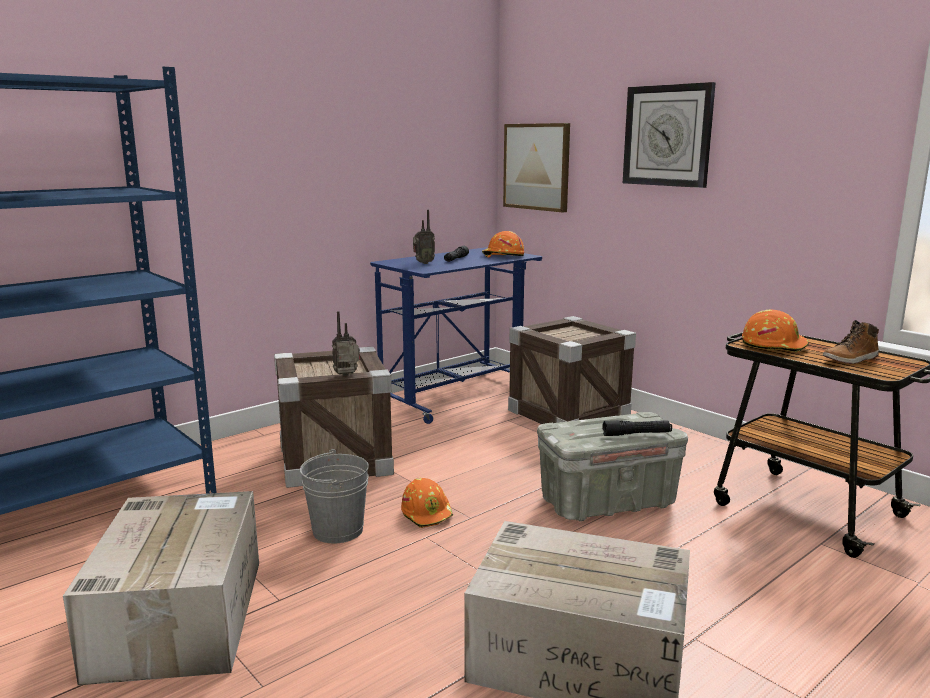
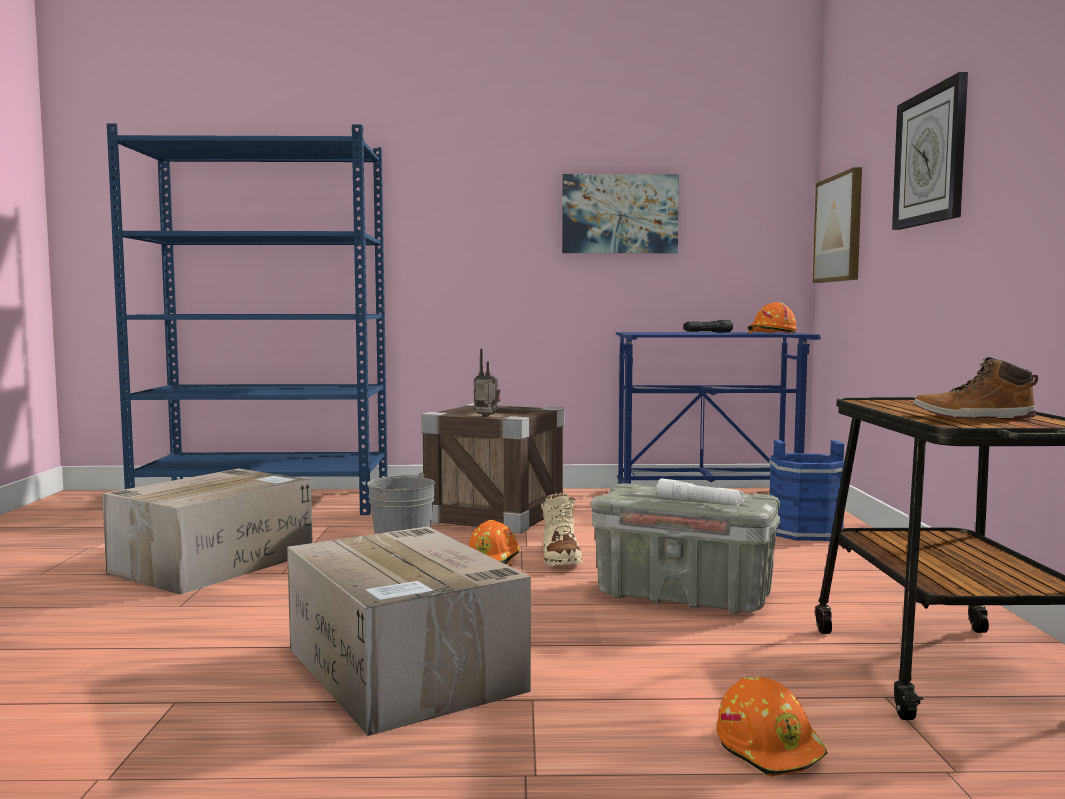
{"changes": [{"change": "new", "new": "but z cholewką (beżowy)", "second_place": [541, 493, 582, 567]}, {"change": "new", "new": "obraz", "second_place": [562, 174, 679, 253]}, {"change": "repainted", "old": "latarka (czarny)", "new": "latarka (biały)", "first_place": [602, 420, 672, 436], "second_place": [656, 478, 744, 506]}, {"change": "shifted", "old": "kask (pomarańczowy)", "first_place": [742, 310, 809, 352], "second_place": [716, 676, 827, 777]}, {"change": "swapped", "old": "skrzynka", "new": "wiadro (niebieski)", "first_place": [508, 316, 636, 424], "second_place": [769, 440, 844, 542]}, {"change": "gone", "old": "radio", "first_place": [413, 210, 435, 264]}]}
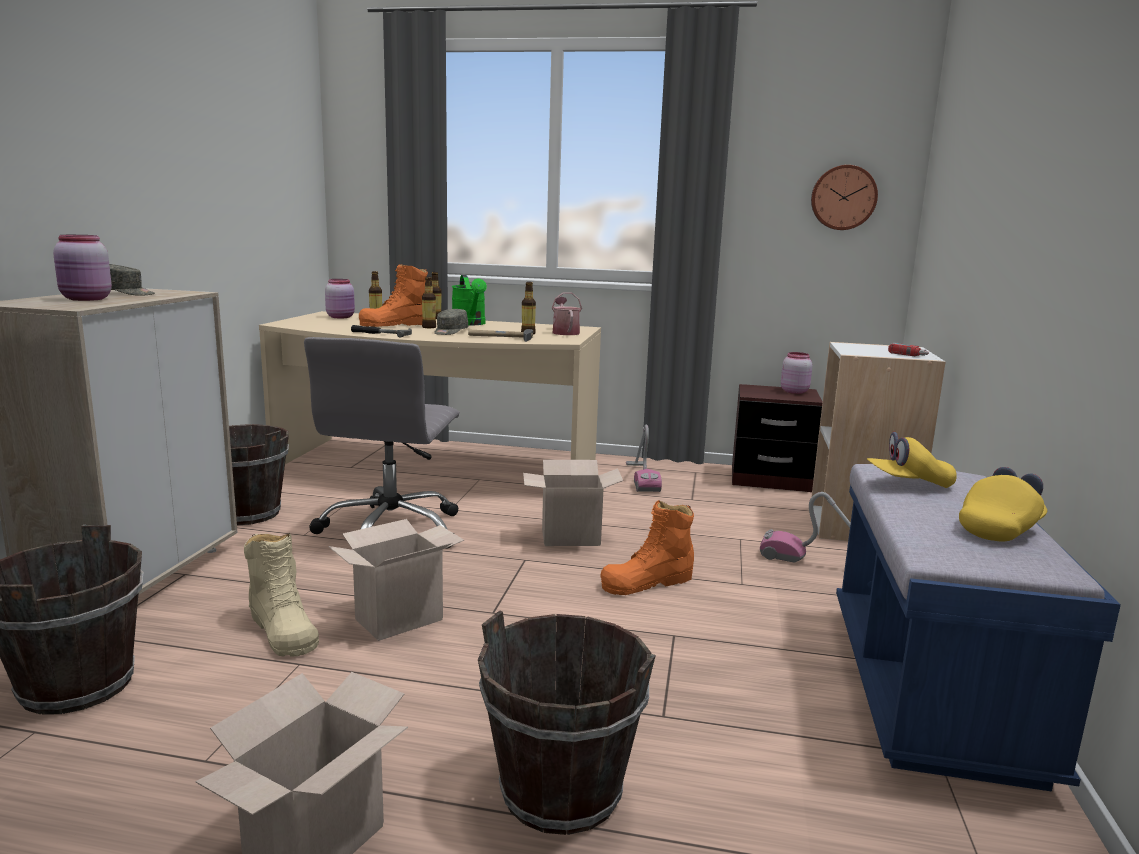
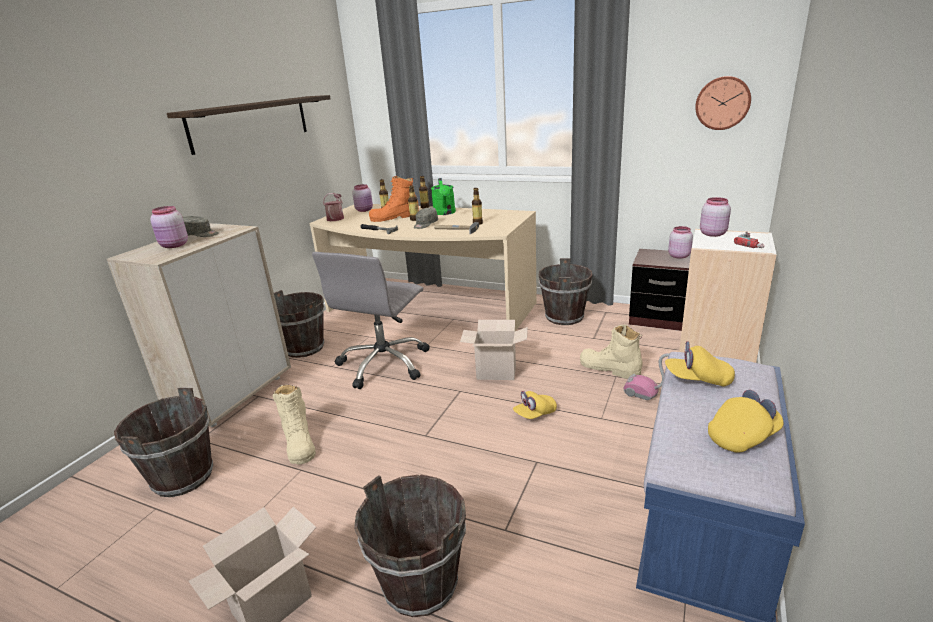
{"changes": [{"change": "new", "new": "półka", "second_place": [167, 95, 331, 155]}, {"change": "shifted", "old": "konewka", "first_place": [552, 292, 582, 335], "second_place": [323, 193, 344, 221]}, {"change": "swapped", "old": "but z cholewką (pomarańczowy)", "new": "czapka z daszkiem (żółty)", "first_place": [600, 500, 694, 595], "second_place": [513, 391, 557, 419]}, {"change": "swapped", "old": "odkurzacz", "new": "wiadro (brązowy)", "first_place": [626, 425, 662, 492], "second_place": [539, 258, 592, 325]}, {"change": "new", "new": "but z cholewką (beżowy)", "second_place": [580, 325, 643, 379]}, {"change": "new", "new": "słoik (różowy)", "second_place": [700, 197, 731, 237]}, {"change": "gone", "old": "karton", "first_place": [328, 519, 464, 641]}]}
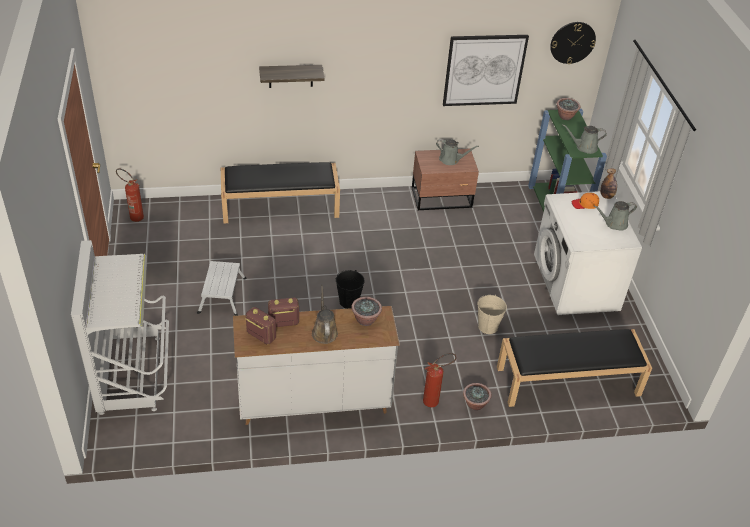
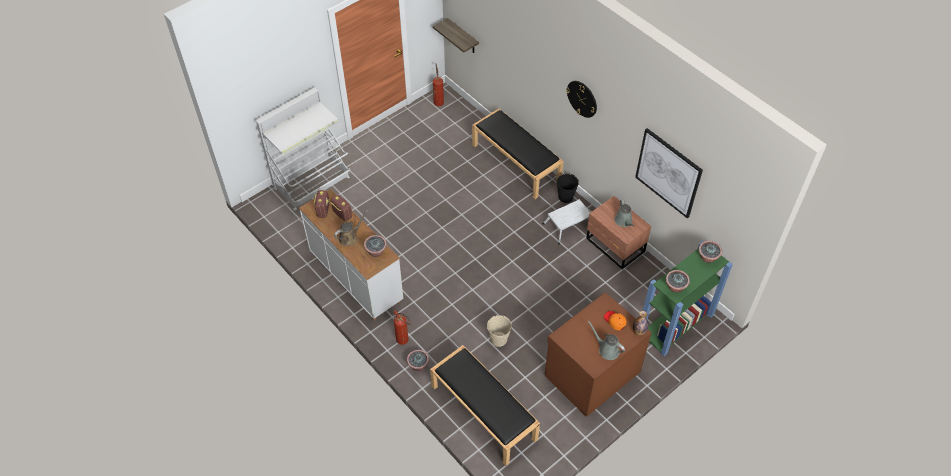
{"changes": [{"change": "shifted", "old": "półka", "first_place": [259, 65, 325, 88], "second_place": [433, 18, 479, 53]}, {"change": "shifted", "old": "drabinka (biały)", "first_place": [197, 261, 247, 316], "second_place": [542, 199, 590, 245]}, {"change": "repainted", "old": "pralka (biały)", "new": "pralka (brązowy)", "first_place": [534, 191, 642, 315], "second_place": [545, 292, 652, 417]}, {"change": "shifted", "old": "wiadro (czarny)", "first_place": [336, 270, 365, 309], "second_place": [557, 173, 579, 203]}, {"change": "shifted", "old": "zegar ścienny", "first_place": [550, 22, 596, 64], "second_place": [566, 81, 597, 118]}, {"change": "swapped", "old": "konewka (szary)", "new": "roślina doniczkowa", "first_place": [563, 124, 607, 154], "second_place": [666, 270, 690, 293]}]}
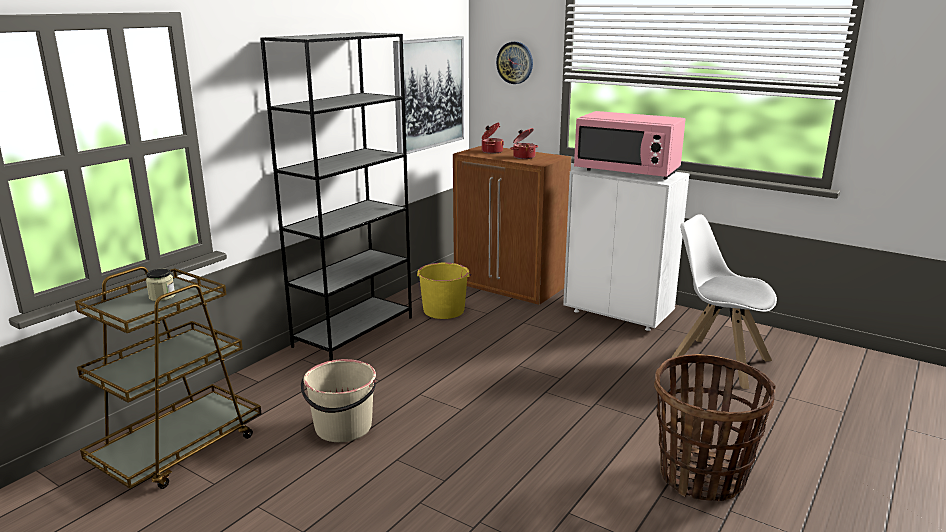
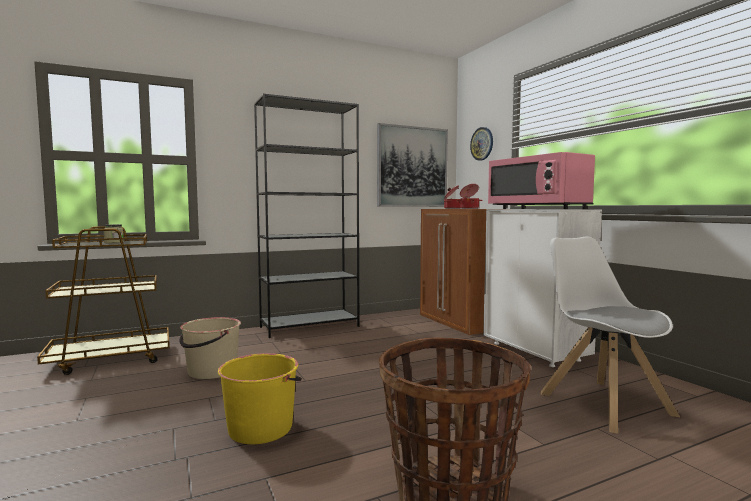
{"changes": [{"change": "shifted", "old": "wiadro (żółty)", "first_place": [416, 263, 471, 319], "second_place": [218, 353, 301, 444]}]}
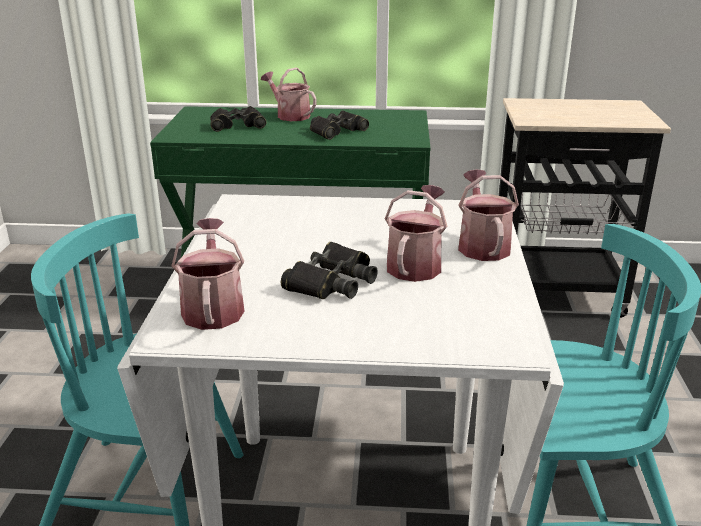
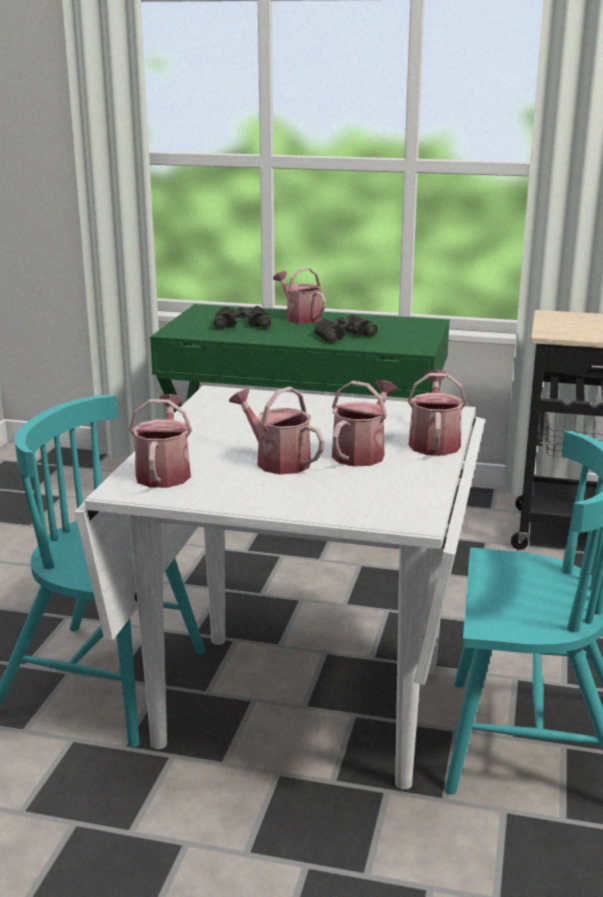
{"changes": [{"change": "swapped", "old": "lornetka (czarny)", "new": "konewka", "first_place": [281, 242, 378, 299], "second_place": [229, 386, 325, 475]}]}
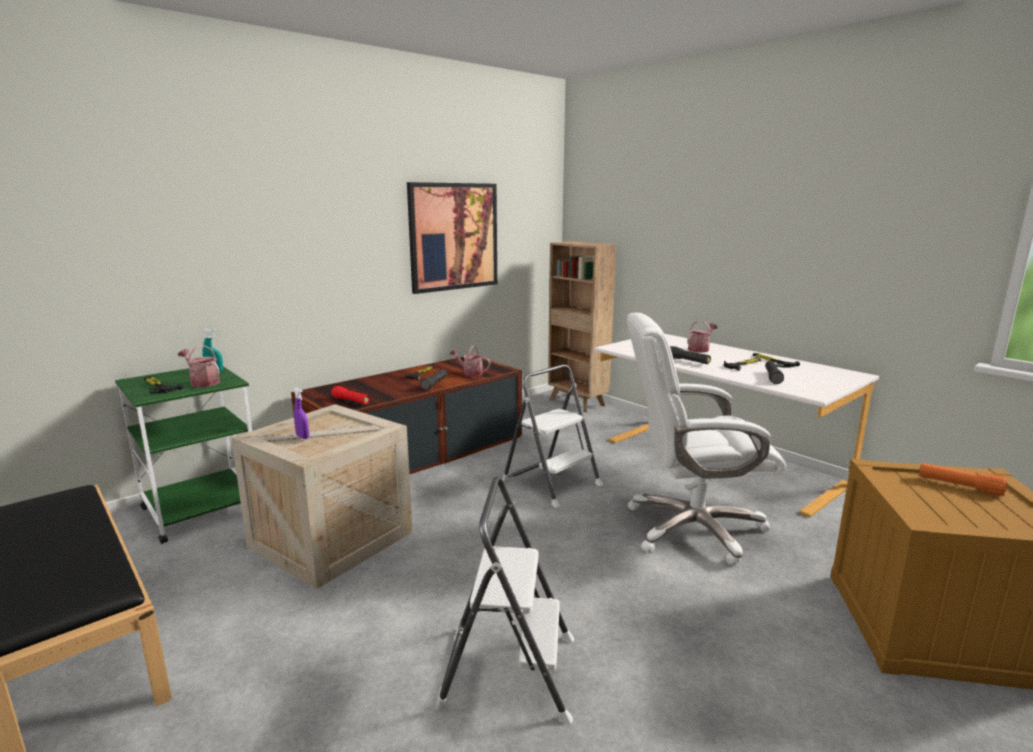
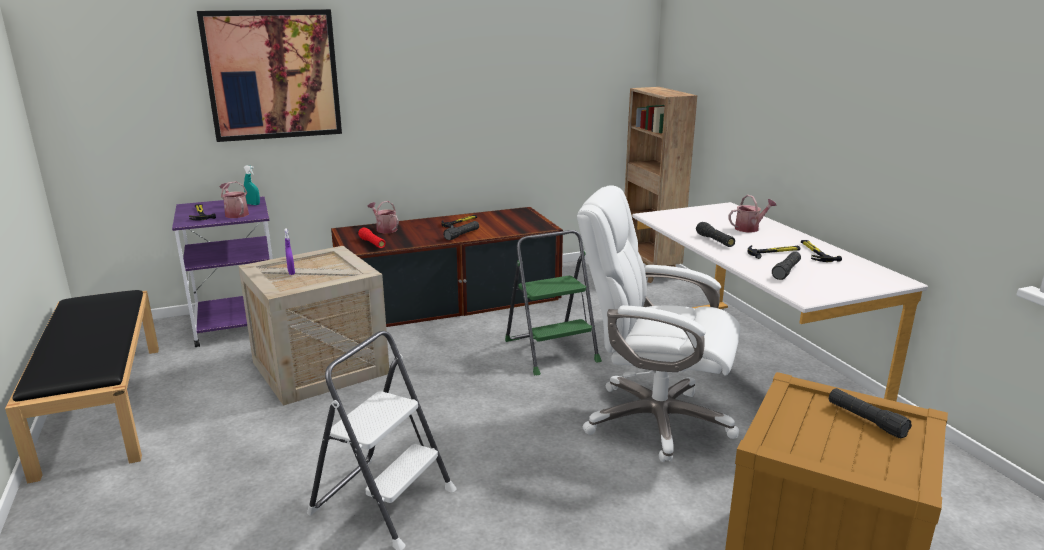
{"changes": [{"change": "repainted", "old": "wózek (zielony)", "new": "wózek (fioletowy)", "first_place": [115, 366, 252, 544], "second_place": [172, 196, 273, 347]}, {"change": "shifted", "old": "obraz", "first_place": [407, 182, 497, 294], "second_place": [197, 9, 342, 142]}, {"change": "shifted", "old": "konewka", "first_place": [450, 345, 490, 376], "second_place": [368, 201, 399, 233]}, {"change": "repainted", "old": "drabinka (biały)", "new": "drabinka (zielony)", "first_place": [502, 365, 603, 508], "second_place": [505, 230, 602, 375]}, {"change": "repainted", "old": "latarka (pomarańczowy)", "new": "latarka (czarny)", "first_place": [919, 463, 1008, 496], "second_place": [829, 388, 912, 438]}]}
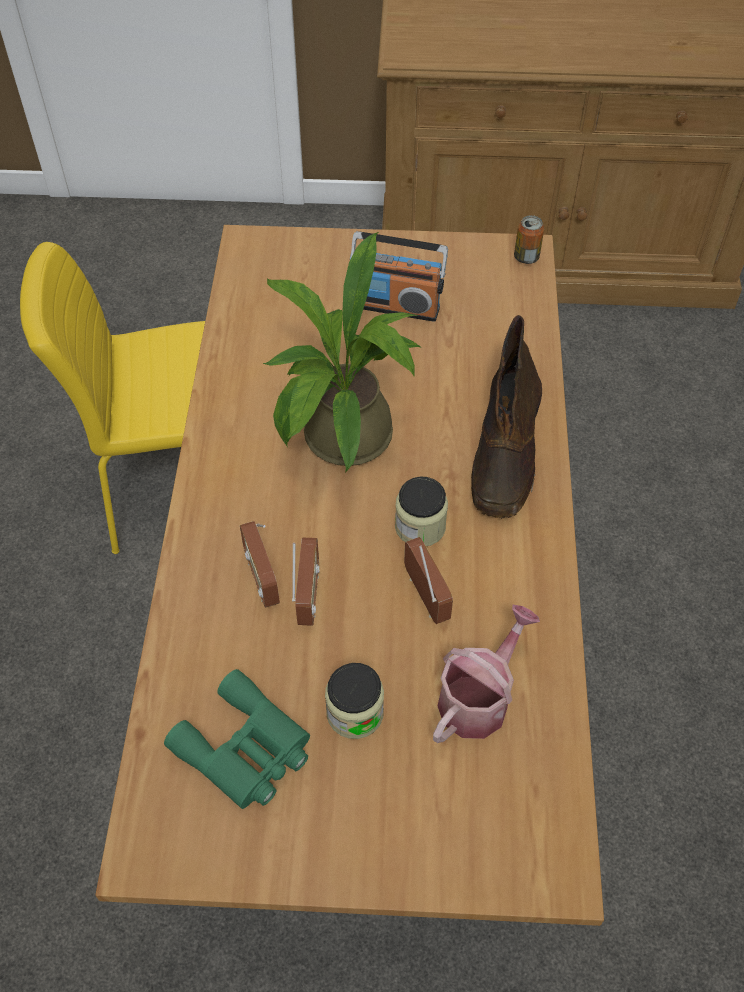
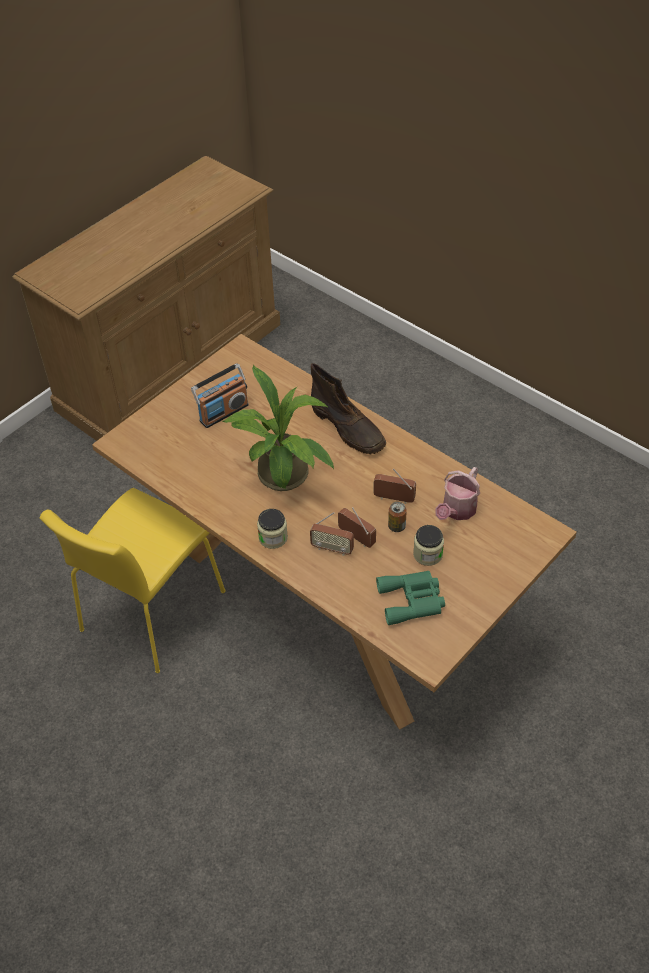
{"changes": [{"change": "shifted", "old": "słoik", "first_place": [395, 476, 448, 546], "second_place": [257, 509, 288, 549]}, {"change": "shifted", "old": "puszka", "first_place": [514, 215, 544, 264], "second_place": [388, 502, 407, 532]}, {"change": "rotated", "old": "konewka", "first_place": [433, 605, 540, 743], "second_place": [435, 467, 480, 520], "degrees": -135}]}
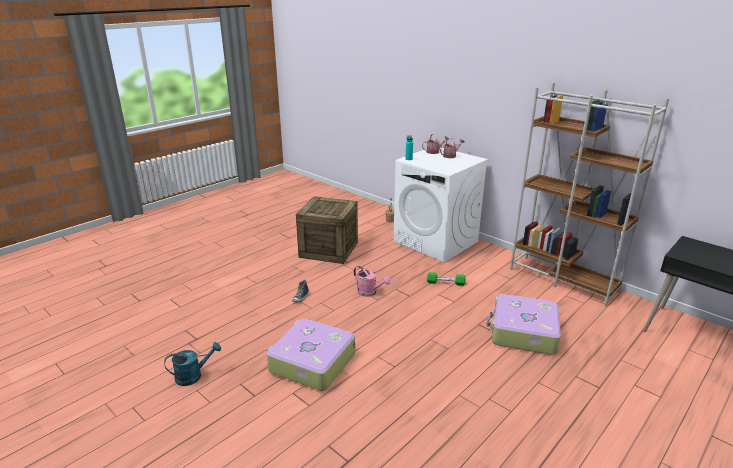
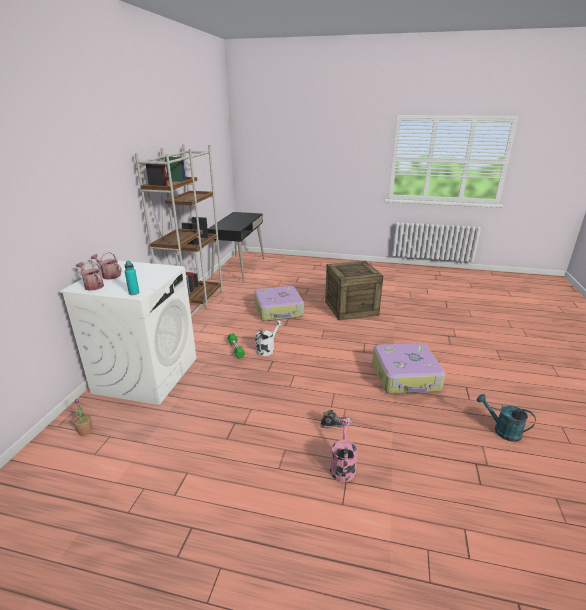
{"changes": [{"change": "new", "new": "konewka (biały)", "second_place": [255, 320, 283, 356]}, {"change": "shifted", "old": "skrzynka", "first_place": [296, 196, 358, 264], "second_place": [325, 261, 383, 320]}, {"change": "shifted", "old": "konewka (różowy)", "first_place": [354, 266, 391, 297], "second_place": [330, 419, 358, 482]}]}
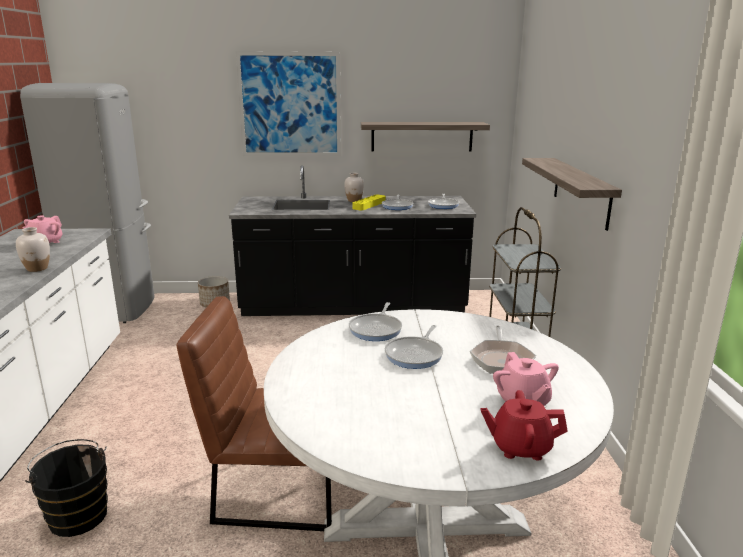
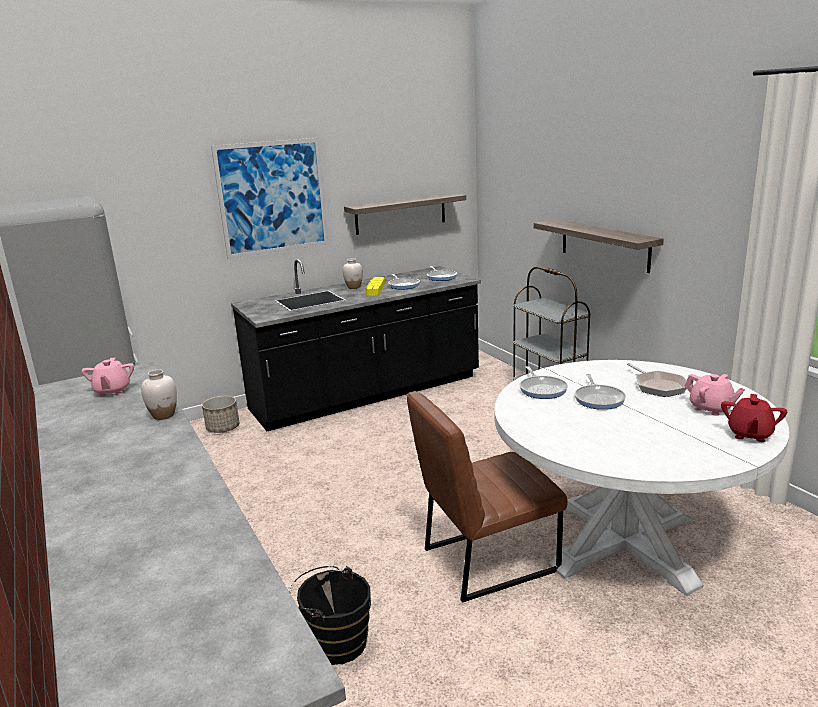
{"changes": [{"change": "rotated", "old": "imbryk (czerwony)", "first_place": [480, 390, 568, 460], "second_place": [721, 394, 787, 442], "degrees": -45}]}
